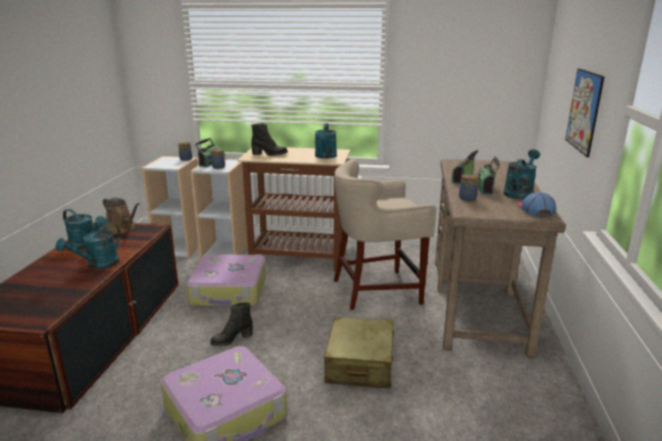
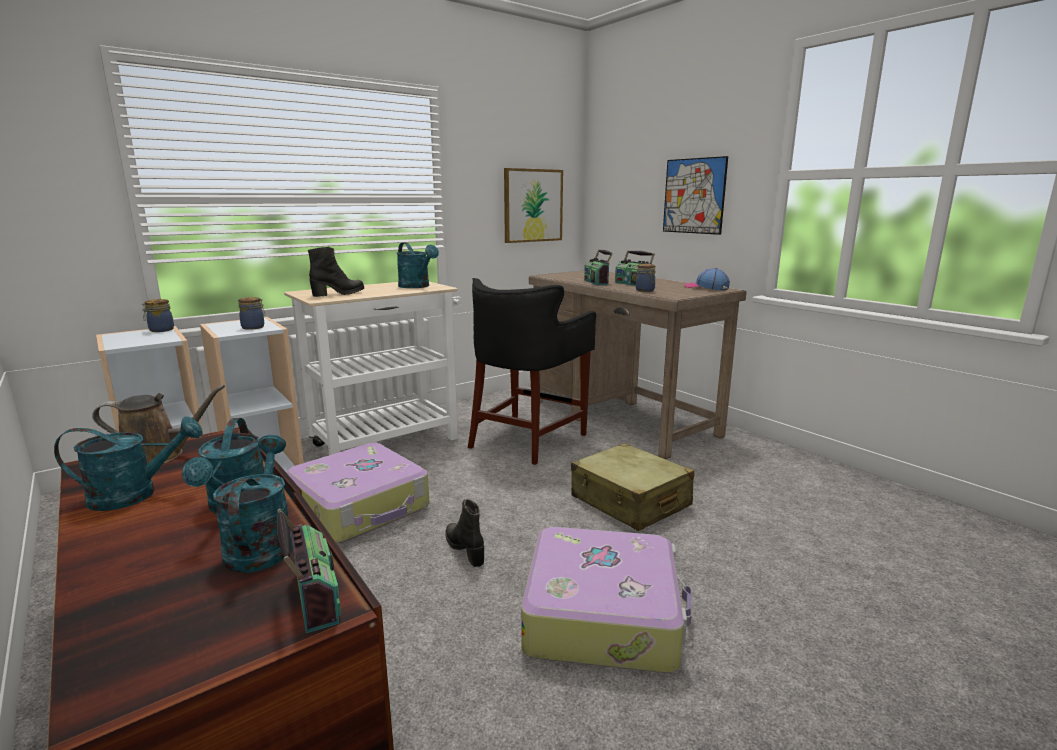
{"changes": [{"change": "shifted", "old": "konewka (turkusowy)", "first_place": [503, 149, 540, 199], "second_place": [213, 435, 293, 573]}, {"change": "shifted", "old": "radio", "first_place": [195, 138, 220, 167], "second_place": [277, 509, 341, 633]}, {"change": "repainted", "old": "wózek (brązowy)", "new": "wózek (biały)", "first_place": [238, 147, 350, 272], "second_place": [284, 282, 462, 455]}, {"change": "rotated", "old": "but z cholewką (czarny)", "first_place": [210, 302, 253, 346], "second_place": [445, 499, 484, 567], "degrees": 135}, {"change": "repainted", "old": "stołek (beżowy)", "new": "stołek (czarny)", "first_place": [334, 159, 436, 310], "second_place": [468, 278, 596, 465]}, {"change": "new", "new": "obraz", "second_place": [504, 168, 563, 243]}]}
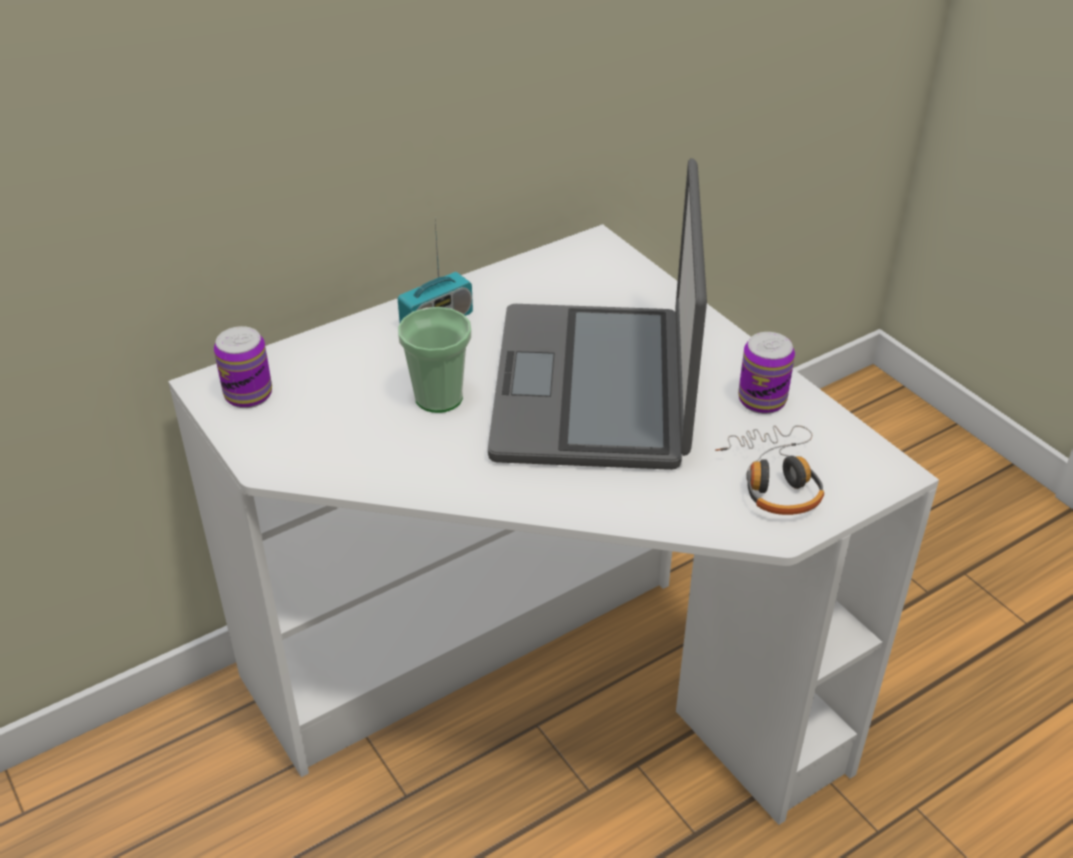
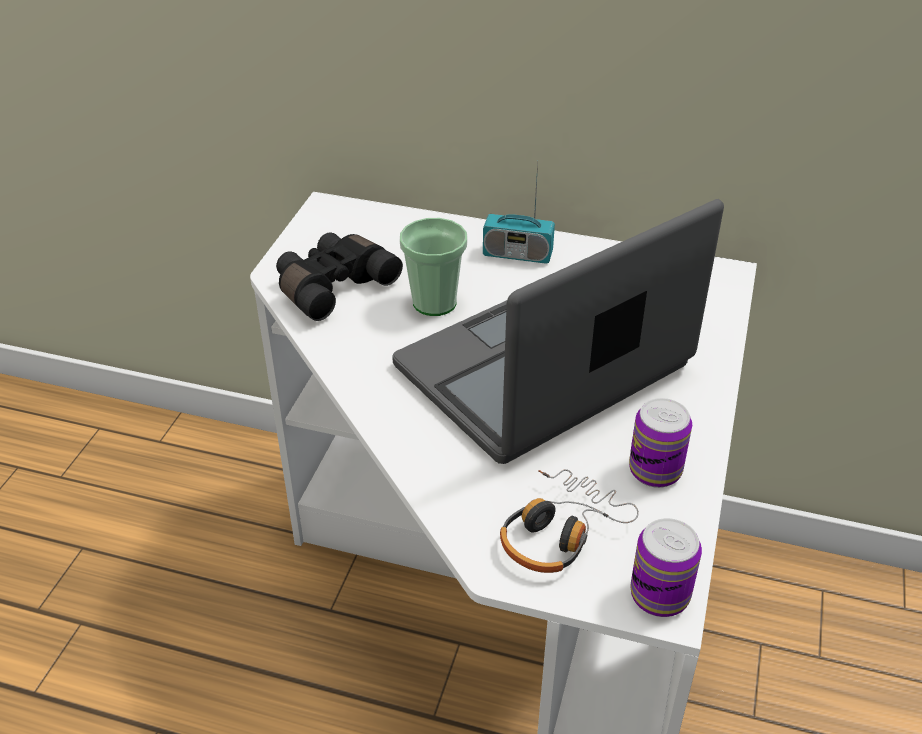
{"changes": [{"change": "new", "new": "lornetka (czarny)", "second_place": [276, 232, 403, 321]}, {"change": "shifted", "old": "puszka", "first_place": [214, 326, 272, 408], "second_place": [630, 518, 702, 617]}]}
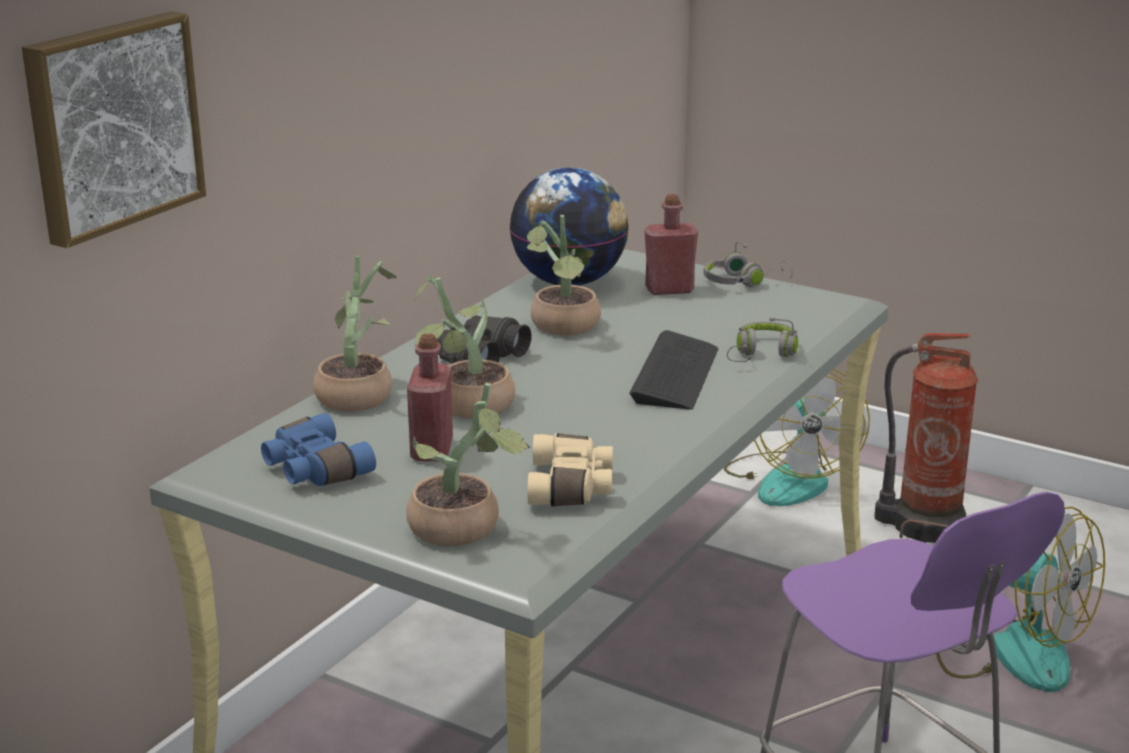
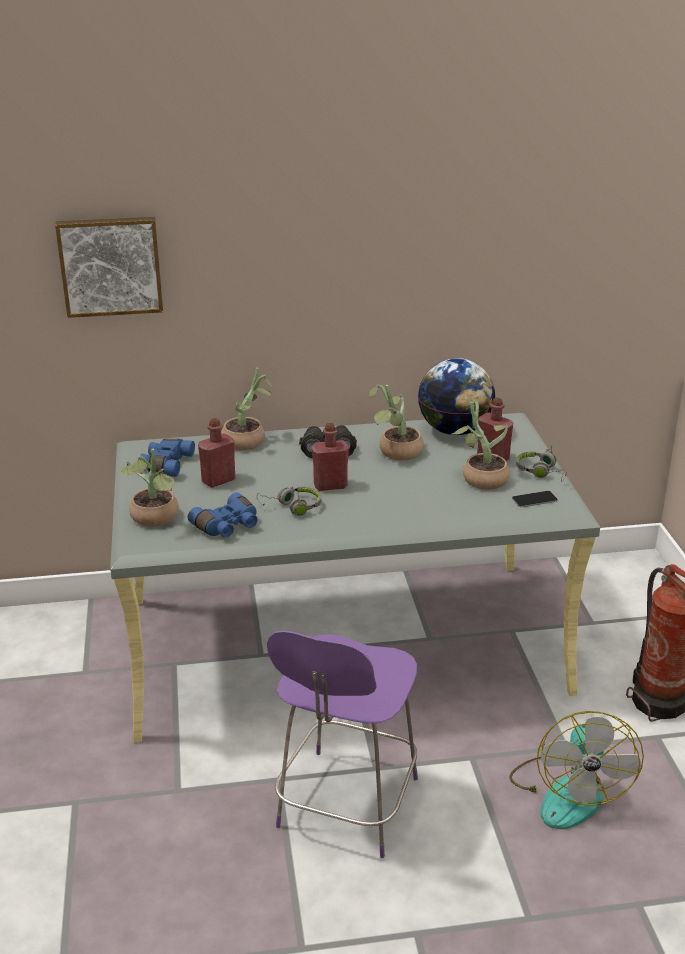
{"changes": [{"change": "repainted", "old": "lornetka (beżowy)", "new": "lornetka (niebieski)", "first_place": [528, 433, 613, 506], "second_place": [188, 492, 257, 537]}, {"change": "shifted", "old": "słuchawki (szary)", "first_place": [727, 317, 798, 362], "second_place": [257, 486, 321, 516]}, {"change": "new", "new": "butelka (czerwony)", "second_place": [311, 423, 349, 491]}, {"change": "shifted", "old": "roślina doniczkowa", "first_place": [414, 277, 515, 419], "second_place": [452, 400, 510, 490]}, {"change": "new", "new": "telefon", "second_place": [512, 491, 558, 507]}, {"change": "gone", "old": "klawiatura", "first_place": [629, 330, 718, 410]}, {"change": "gone", "old": "wentylator", "first_place": [724, 369, 870, 506]}]}
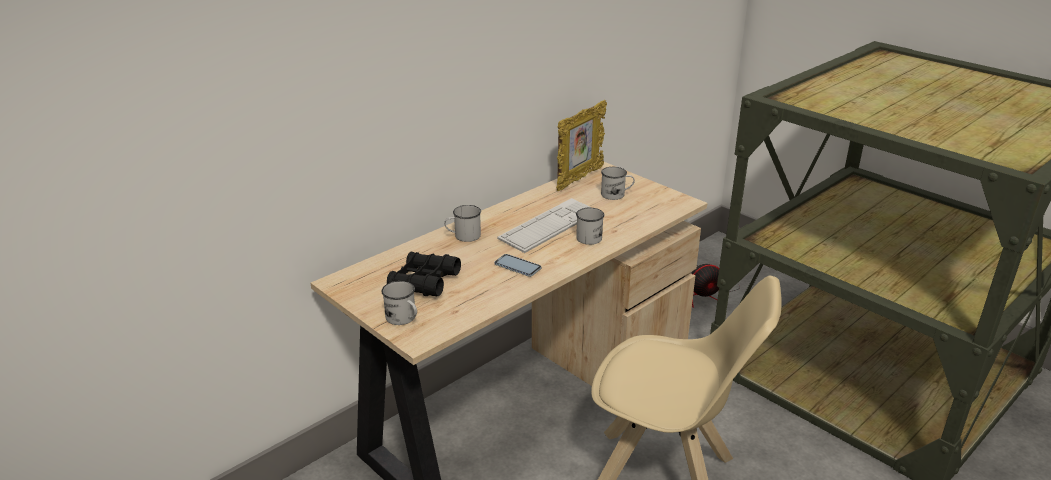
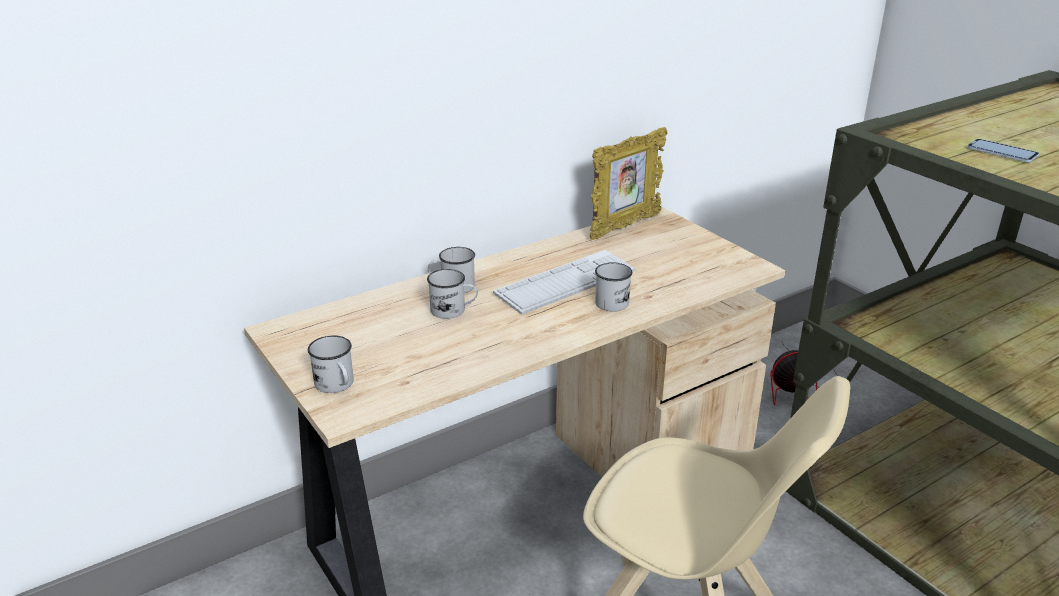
{"changes": [{"change": "shifted", "old": "kubek (biały)", "first_place": [601, 167, 635, 200], "second_place": [427, 269, 478, 319]}, {"change": "shifted", "old": "telefon", "first_place": [494, 254, 541, 277], "second_place": [967, 139, 1039, 162]}, {"change": "gone", "old": "lornetka (czarny)", "first_place": [387, 252, 461, 296]}]}
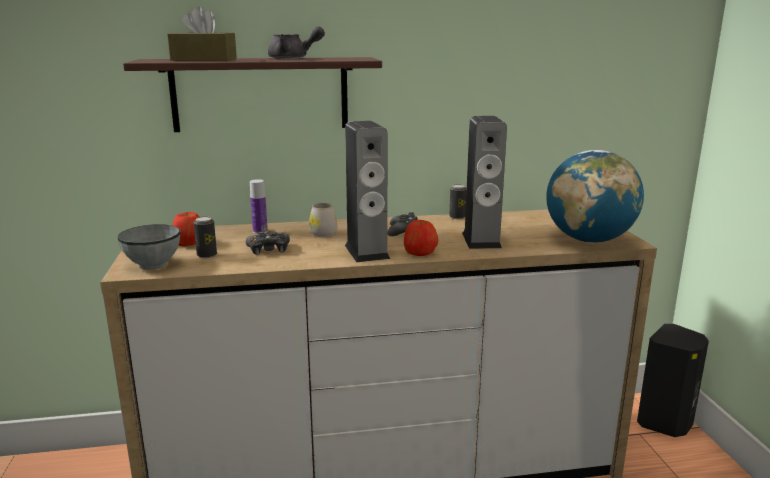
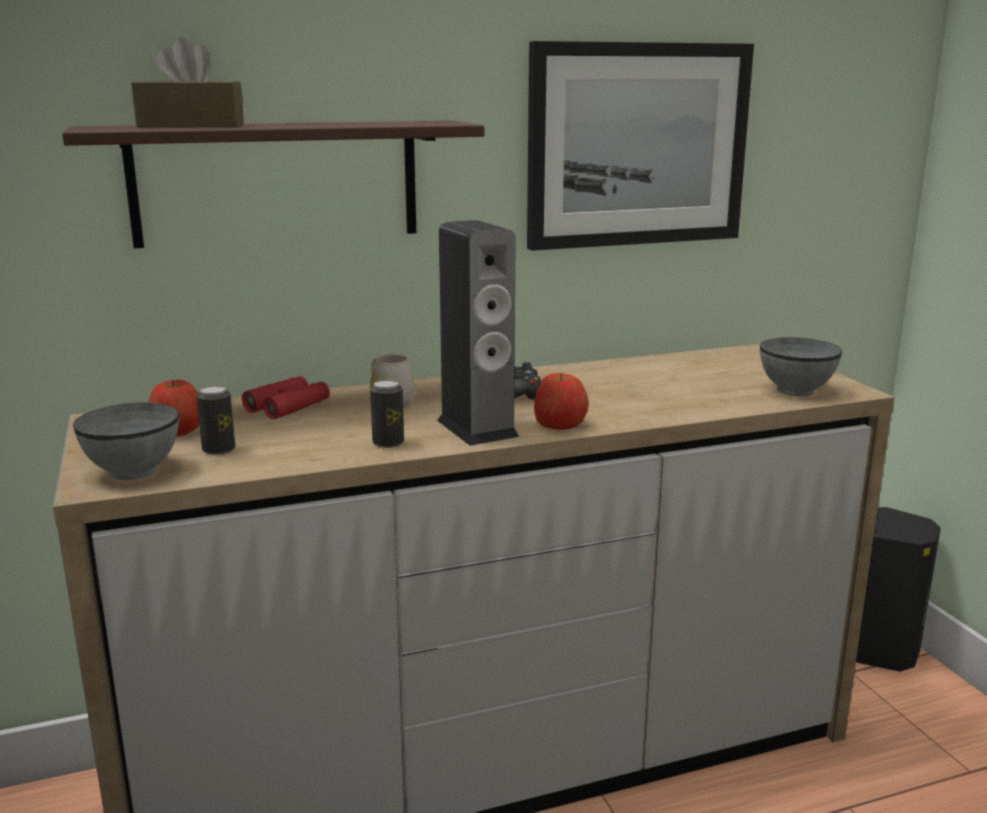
{"changes": [{"change": "swapped", "old": "butelka", "new": "lornetka (czerwony)", "first_place": [250, 179, 268, 234], "second_place": [242, 376, 330, 419]}, {"change": "shifted", "old": "puszka", "first_place": [449, 184, 467, 219], "second_place": [370, 380, 404, 448]}, {"change": "new", "new": "obraz", "second_place": [527, 41, 754, 251]}, {"change": "swapped", "old": "globus", "new": "miska (szary)", "first_place": [546, 150, 644, 243], "second_place": [760, 337, 842, 396]}, {"change": "gone", "old": "pad do gier (czarny)", "first_place": [246, 232, 290, 255]}, {"change": "gone", "old": "imbryk (szary)", "first_place": [268, 26, 325, 59]}, {"change": "gone", "old": "głośnik", "first_place": [462, 116, 507, 249]}]}
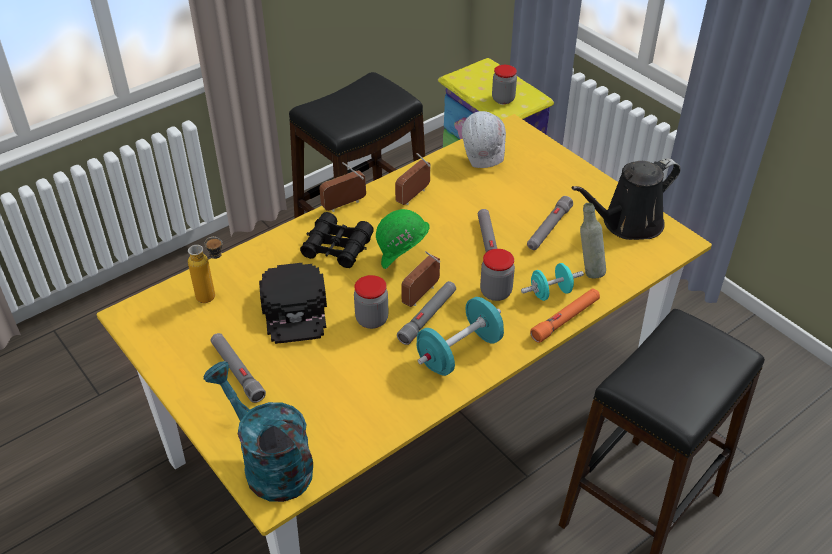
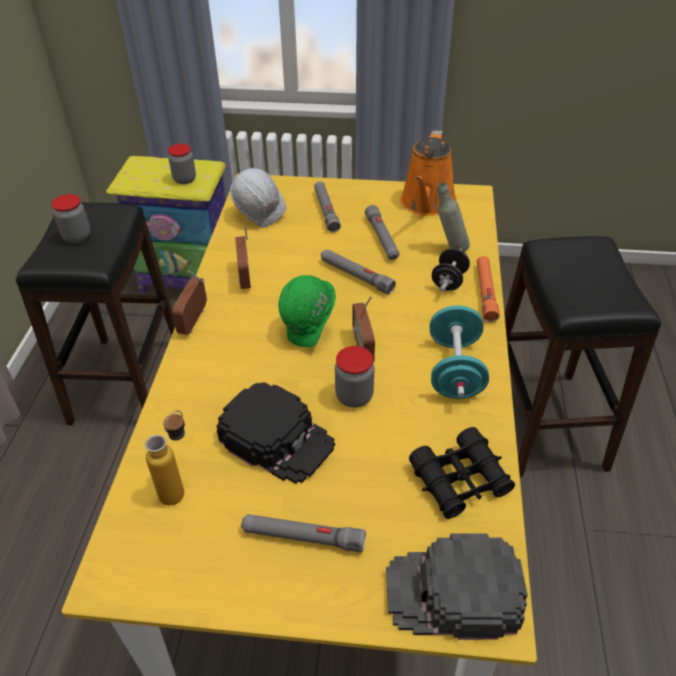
{"changes": [{"change": "shifted", "old": "słoik", "first_place": [480, 249, 515, 301], "second_place": [51, 194, 91, 243]}, {"change": "shifted", "old": "latarka (szary)", "first_place": [397, 281, 456, 345], "second_place": [314, 181, 341, 232]}, {"change": "swapped", "old": "konewka (turkusowy)", "new": "czapka z daszkiem (czarny)", "first_place": [203, 361, 313, 502], "second_place": [386, 533, 528, 640]}, {"change": "repainted", "old": "konewka (czarny)", "new": "konewka (pomarańczowy)", "first_place": [571, 158, 681, 240], "second_place": [400, 130, 457, 216]}, {"change": "shifted", "old": "lornetka (czarny)", "first_place": [300, 212, 374, 268], "second_place": [409, 427, 515, 519]}, {"change": "repainted", "old": "hantel (turkusowy)", "new": "hantel (czarny)", "first_place": [521, 263, 584, 301], "second_place": [432, 248, 470, 292]}]}
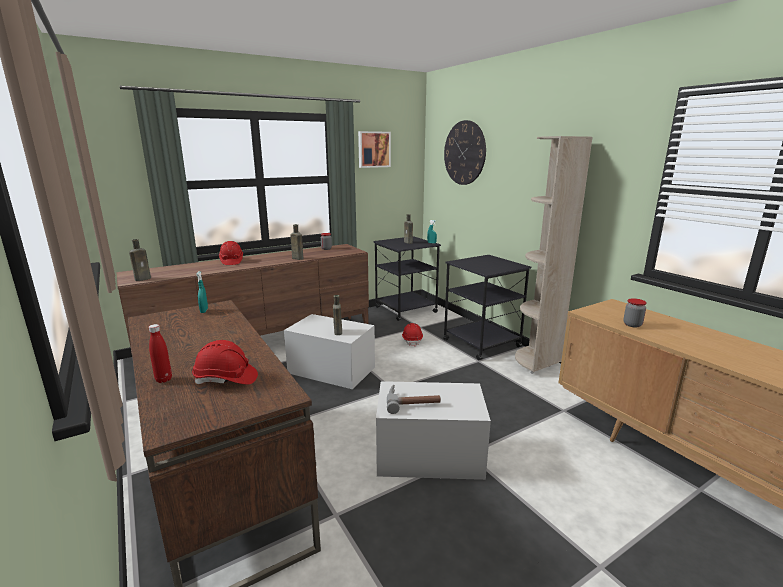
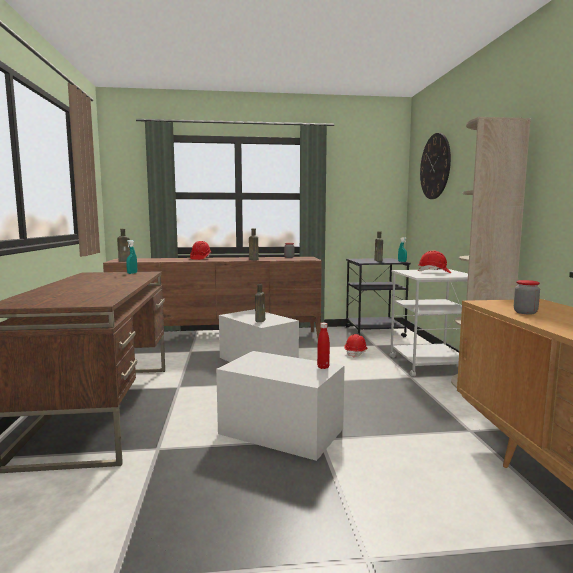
{"changes": [{"change": "shifted", "old": "butelka (czerwony)", "first_place": [149, 324, 172, 383], "second_place": [317, 323, 330, 369]}, {"change": "repainted", "old": "wózek (czarny)", "new": "wózek (biały)", "first_place": [443, 255, 531, 360], "second_place": [389, 269, 468, 377]}, {"change": "shifted", "old": "kask (czerwony)", "first_place": [192, 340, 258, 385], "second_place": [417, 251, 451, 273]}, {"change": "gone", "old": "obraz", "first_place": [358, 131, 391, 168]}, {"change": "gone", "old": "młotek", "first_place": [387, 385, 441, 414]}]}
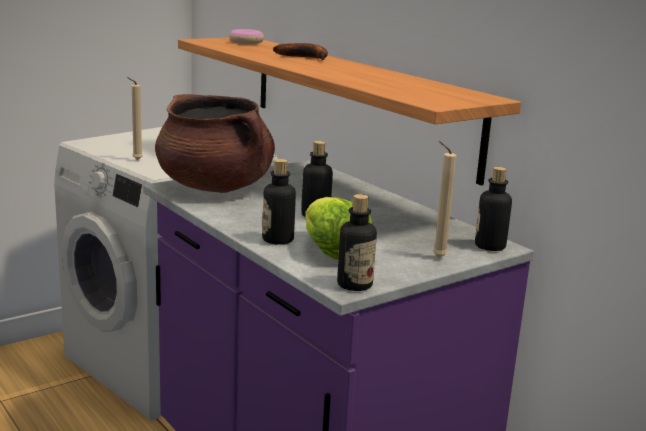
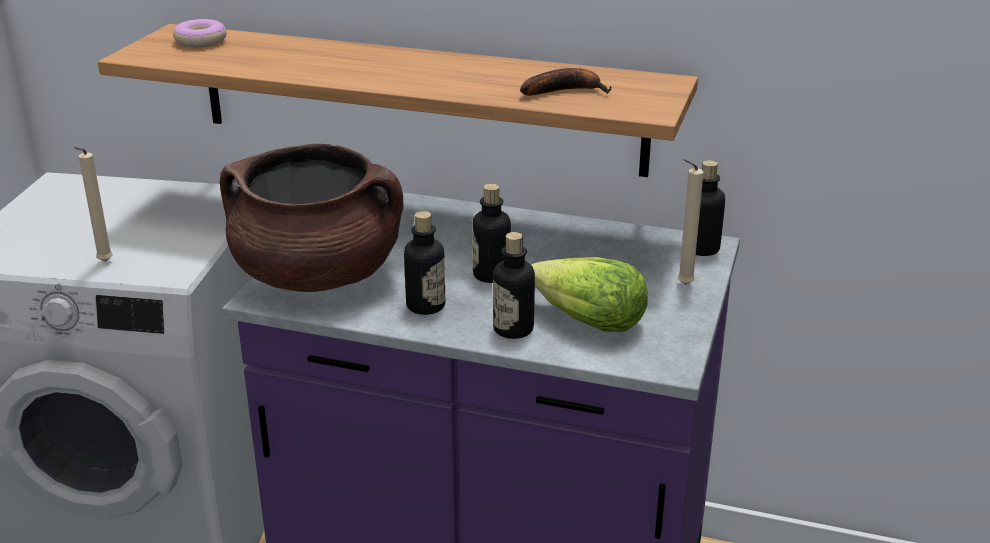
{"changes": [{"change": "shifted", "old": "butelka", "first_place": [337, 194, 377, 291], "second_place": [404, 211, 445, 315]}, {"change": "shifted", "old": "banan", "first_place": [273, 43, 328, 60], "second_place": [520, 68, 611, 96]}]}
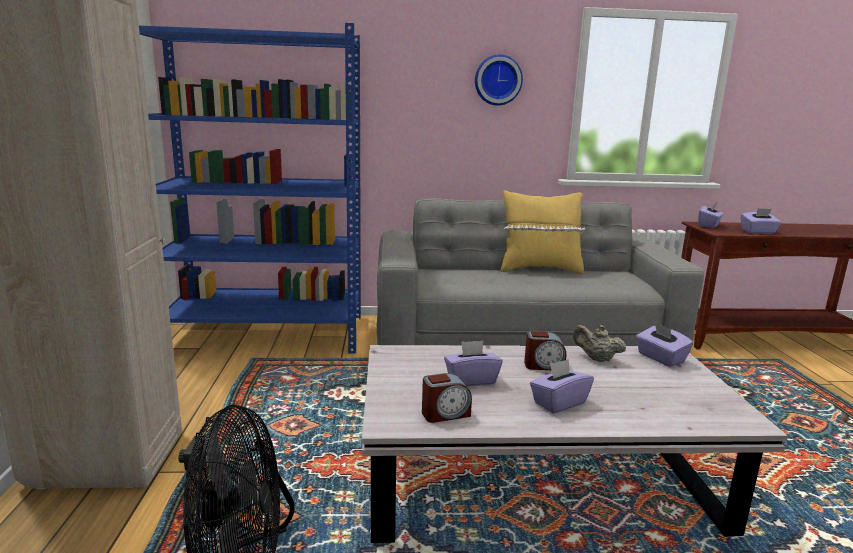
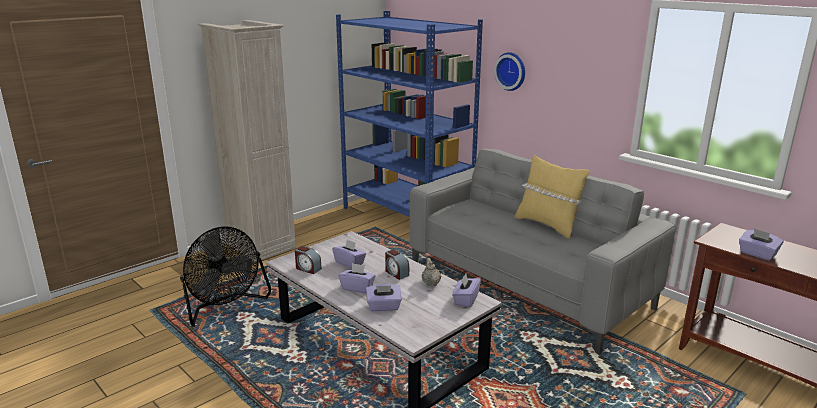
{"changes": [{"change": "shifted", "old": "pudełko chusteczek (fioletowy)", "first_place": [698, 202, 724, 228], "second_place": [366, 284, 402, 312]}, {"change": "shifted", "old": "zegar ścienny", "first_place": [475, 54, 523, 106], "second_place": [494, 52, 525, 91]}]}
